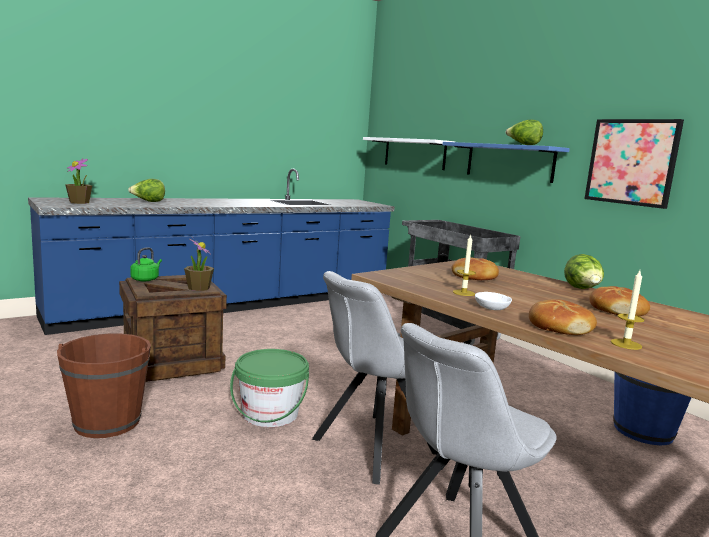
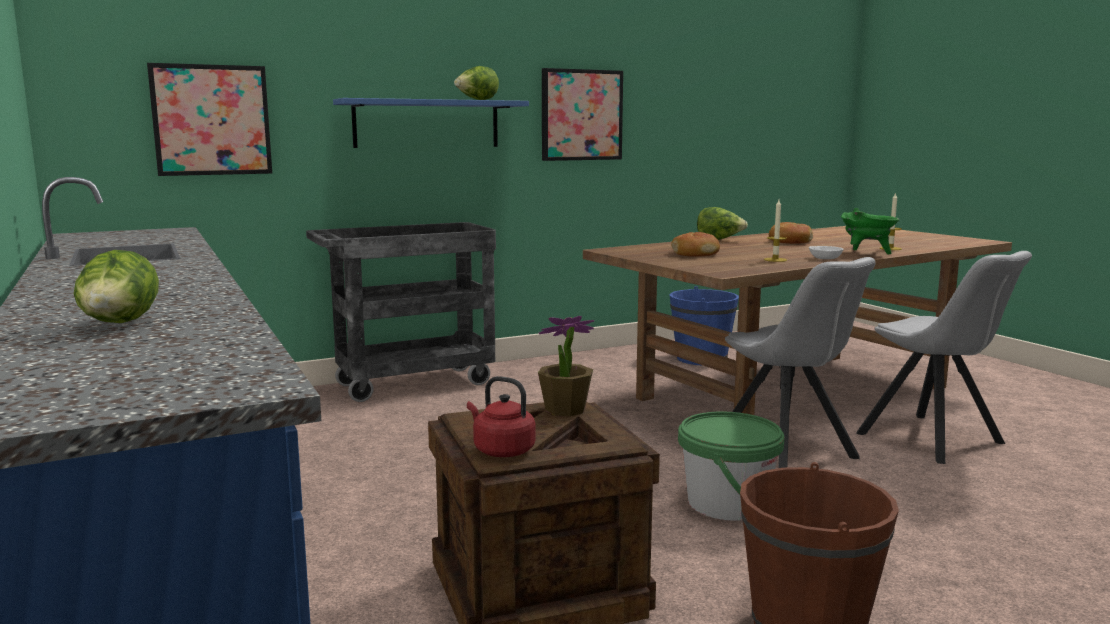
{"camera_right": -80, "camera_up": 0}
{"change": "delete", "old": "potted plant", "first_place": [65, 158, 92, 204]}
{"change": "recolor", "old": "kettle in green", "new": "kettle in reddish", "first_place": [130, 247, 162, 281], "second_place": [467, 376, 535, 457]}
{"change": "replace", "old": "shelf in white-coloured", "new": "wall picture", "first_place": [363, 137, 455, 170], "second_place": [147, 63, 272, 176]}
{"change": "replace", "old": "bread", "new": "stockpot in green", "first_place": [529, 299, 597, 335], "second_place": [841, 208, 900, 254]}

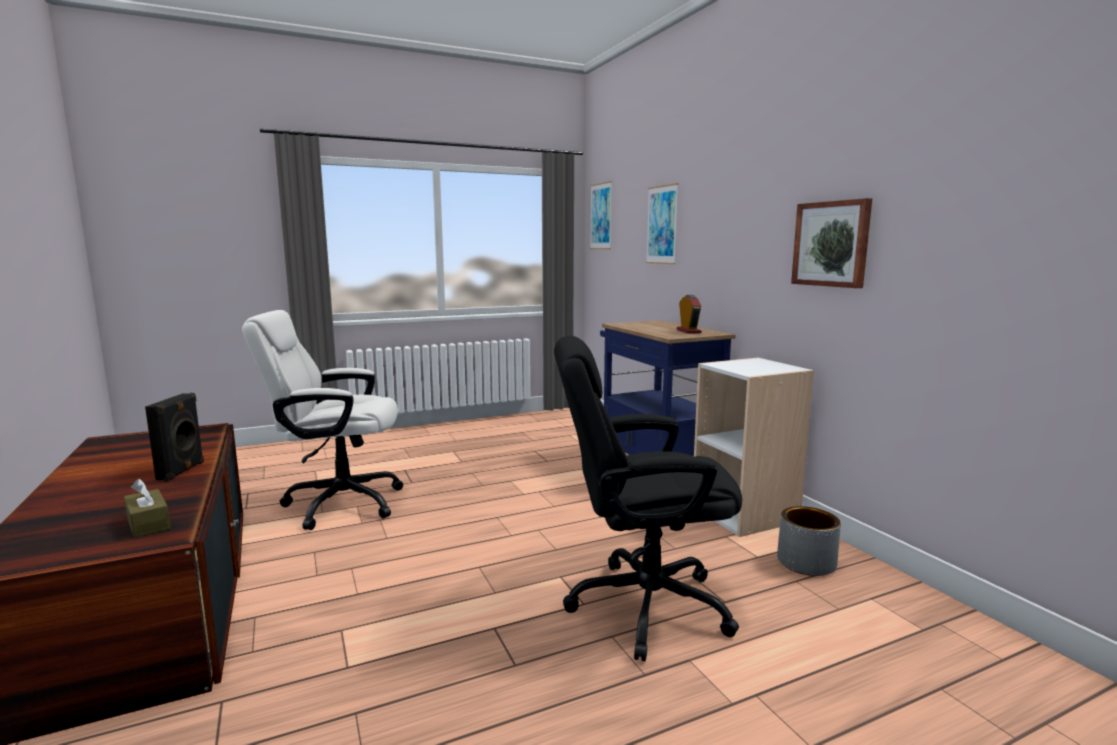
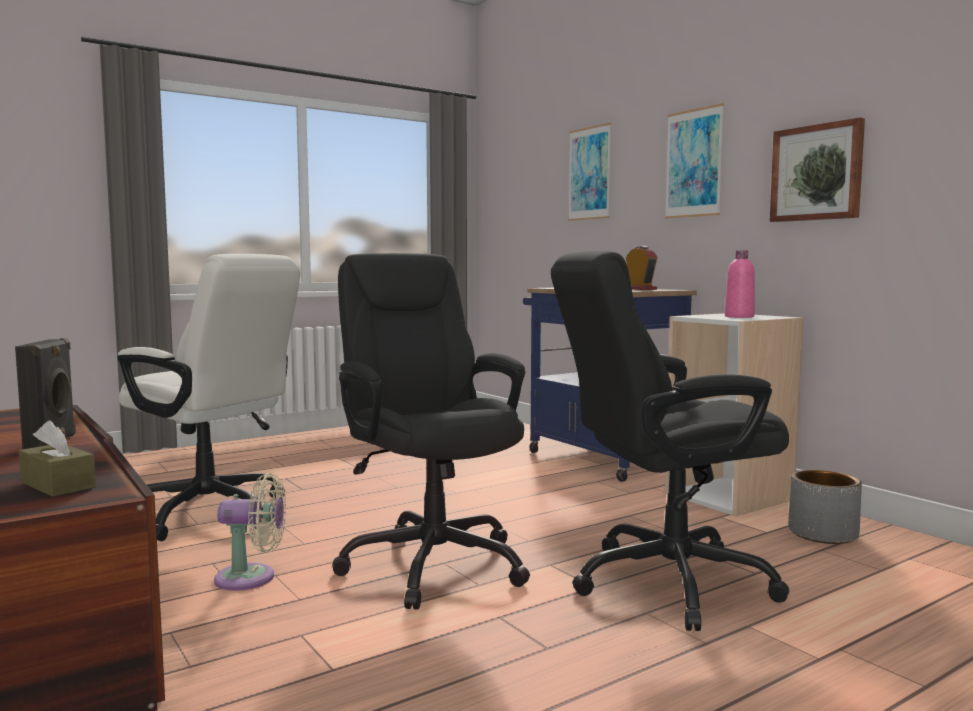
{"camera_right": -10, "camera_up": -5}
{"change": "rotate", "old": "office chair in white-coloured", "first_place": [242, 310, 403, 530], "second_place": [117, 254, 300, 541], "degrees": -135}
{"change": "move", "old": "wall picture", "first_place": [590, 181, 612, 249], "second_place": [665, 103, 724, 219]}
{"change": "insert", "new": "electric fan in sand-coloured", "second_place": [214, 473, 286, 591]}
{"change": "insert", "new": "office chair in black", "second_place": [332, 253, 530, 610]}
{"change": "insert", "new": "drink bottle in pink", "second_place": [725, 250, 755, 318]}

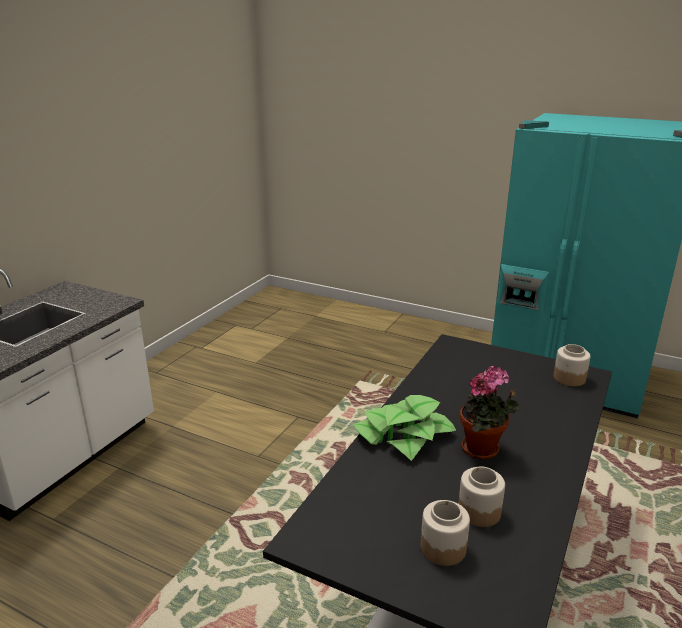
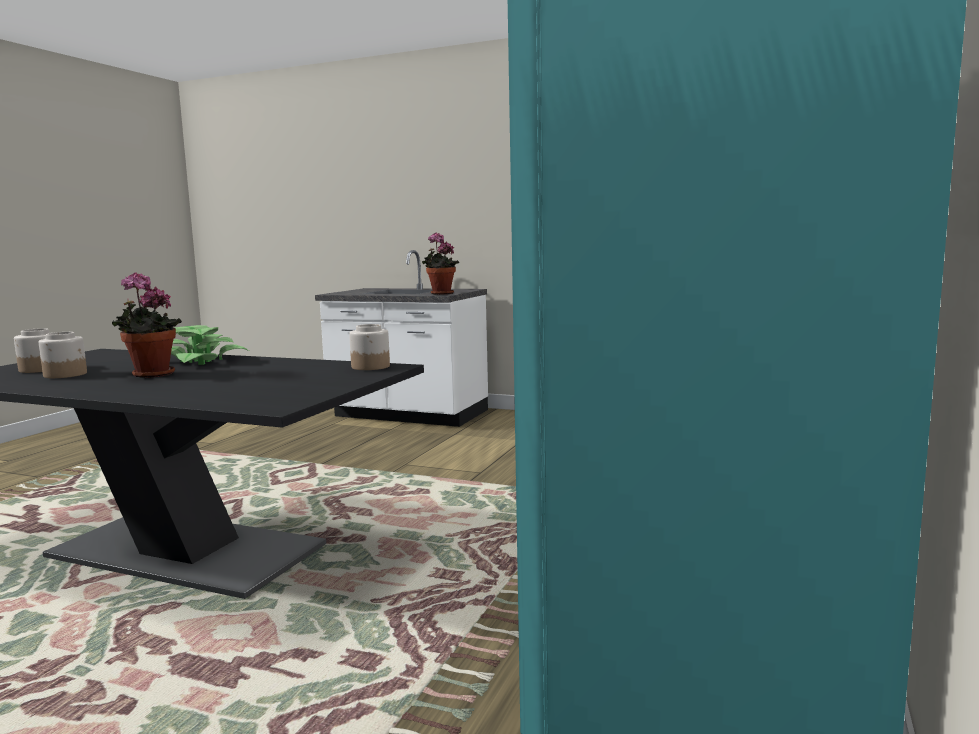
{"camera_right": 85, "camera_up": -15}
{"change": "move", "old": "jar", "first_place": [554, 344, 591, 386], "second_place": [349, 324, 390, 370]}
{"change": "insert", "new": "potted plant", "second_place": [422, 233, 459, 295]}

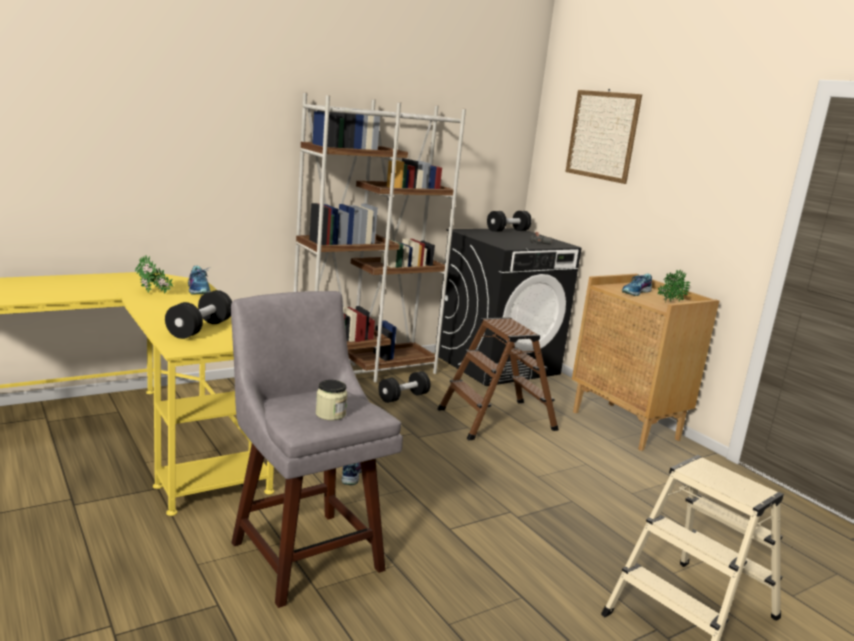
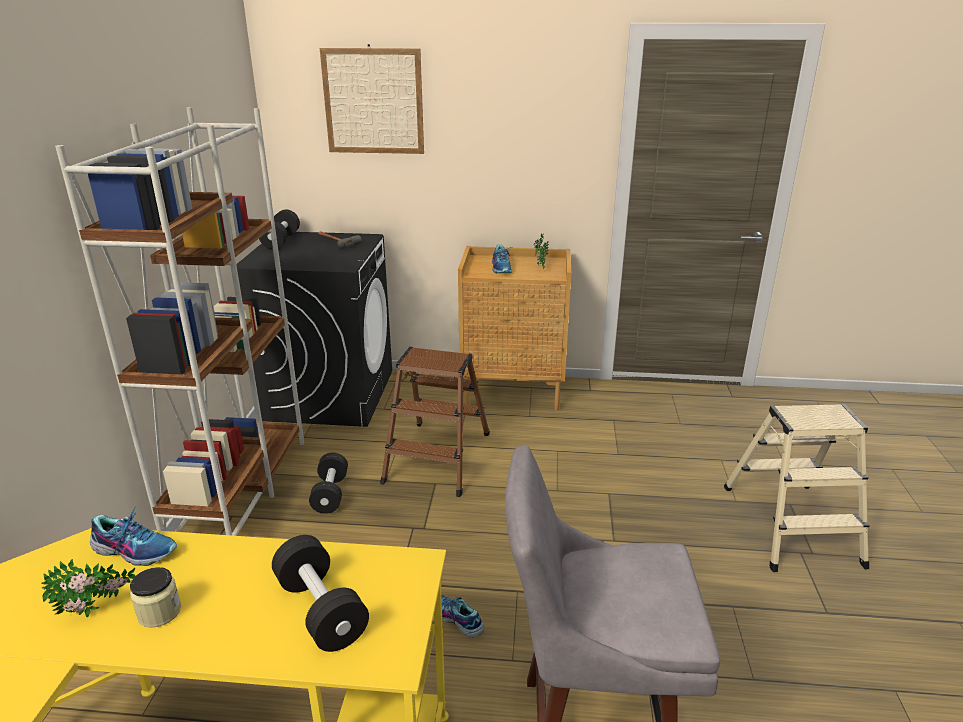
{"camera_right": -50, "camera_up": 10}
{"change": "move", "old": "jar", "first_place": [316, 380, 347, 421], "second_place": [130, 567, 181, 628]}

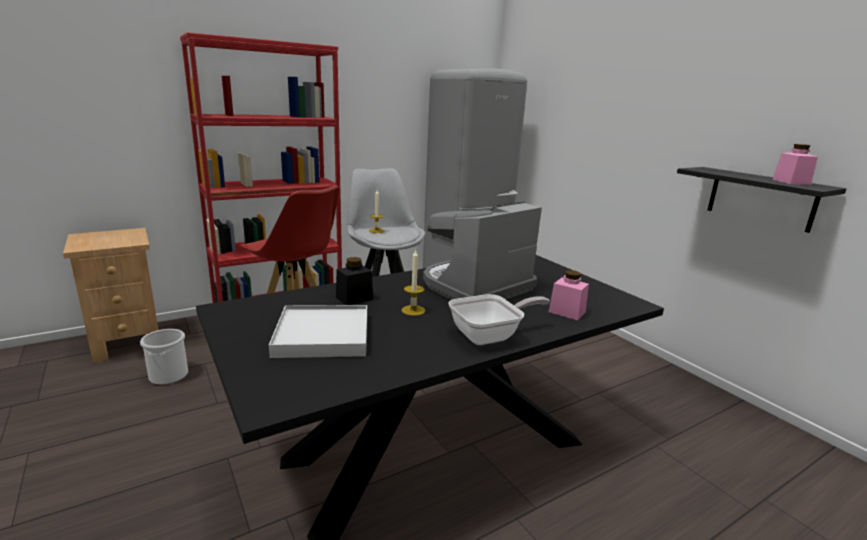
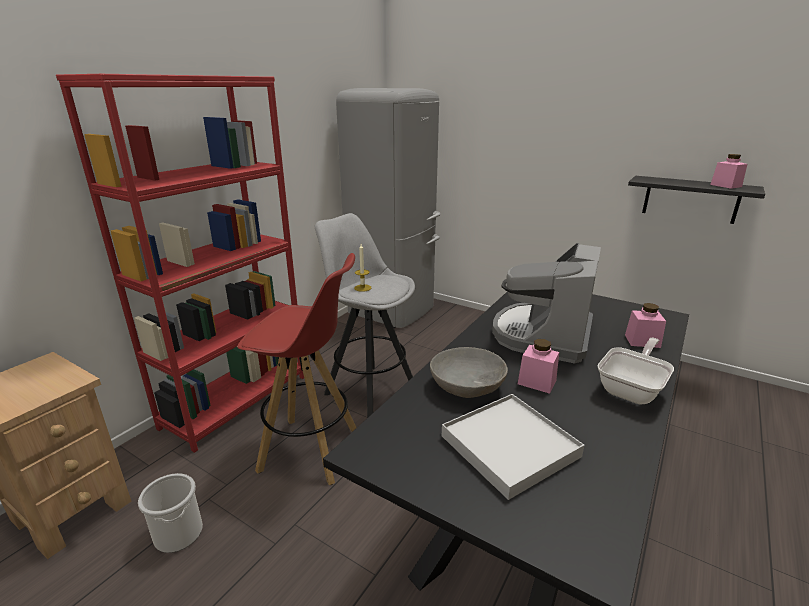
{"camera_right": -25, "camera_up": 5}
{"change": "replace", "old": "jar in black", "new": "bowl in greyish", "first_place": [336, 257, 373, 305], "second_place": [430, 347, 508, 398]}
{"change": "replace", "old": "candle", "new": "jar in pink", "first_place": [402, 249, 425, 316], "second_place": [518, 339, 559, 394]}

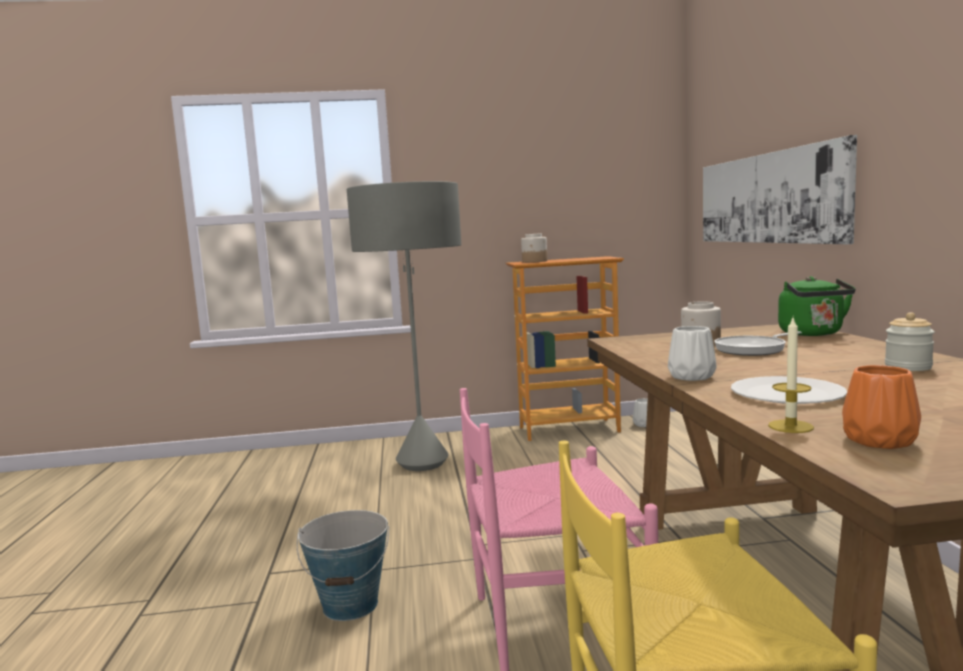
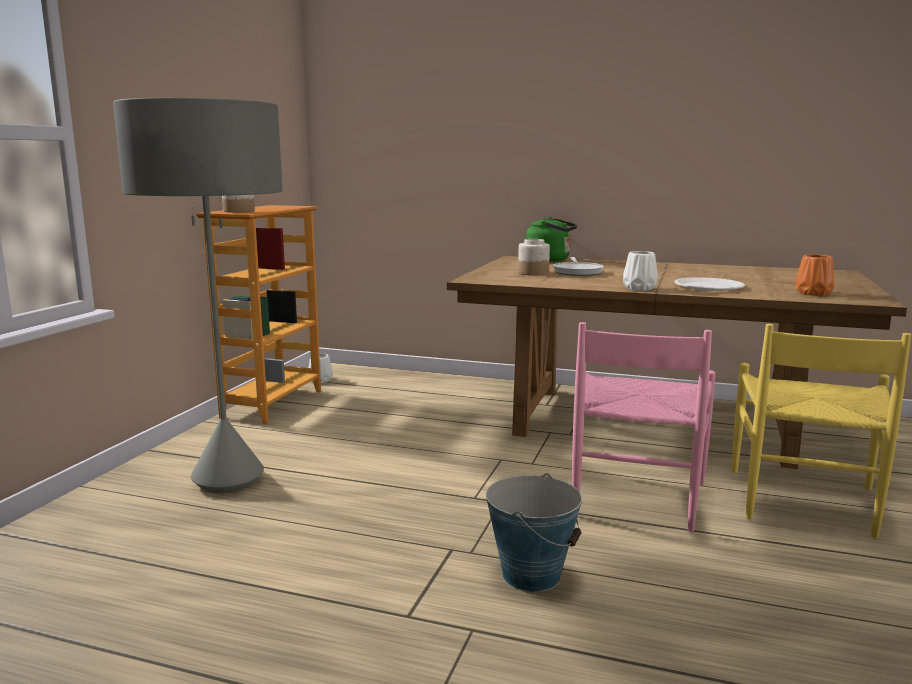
{"camera_right": -65, "camera_up": 5}
{"change": "delete", "old": "wall picture", "first_place": [703, 135, 857, 244]}
{"change": "delete", "old": "candle", "first_place": [768, 318, 814, 433]}
{"change": "delete", "old": "jar", "first_place": [885, 312, 935, 371]}

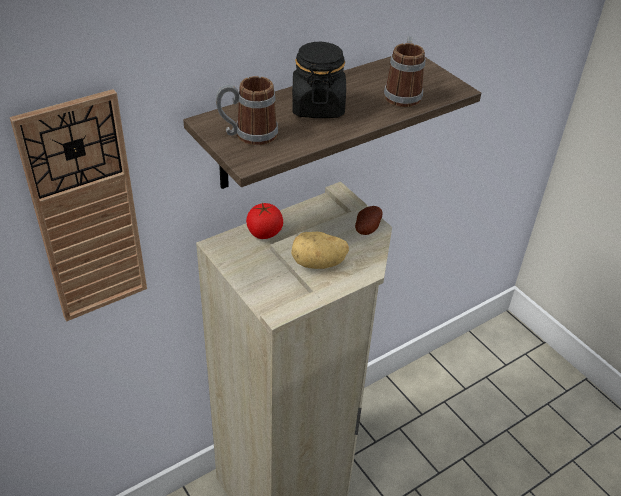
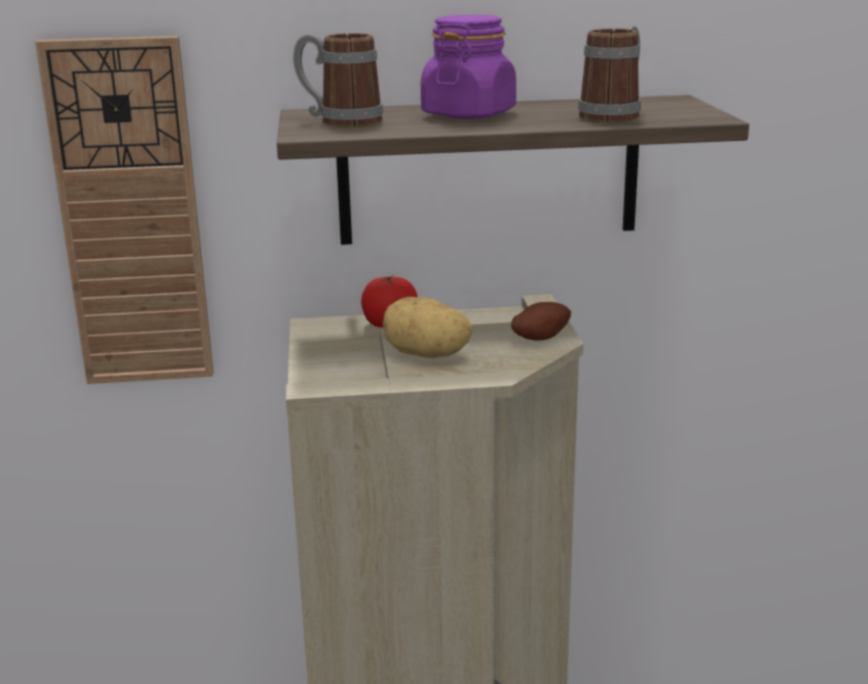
{"camera_right": 30, "camera_up": -20}
{"change": "recolor", "old": "jar in black", "new": "jar in purple", "first_place": [292, 42, 346, 118], "second_place": [421, 15, 516, 119]}

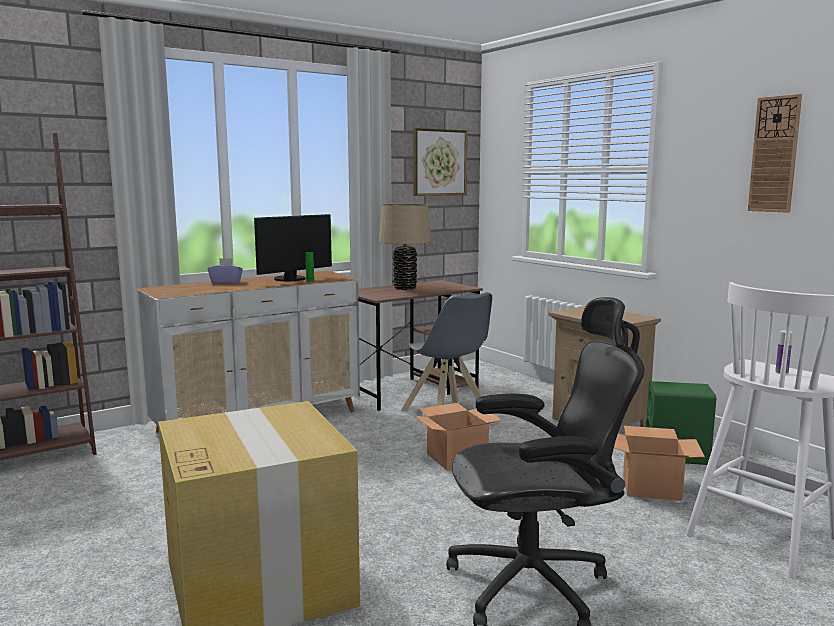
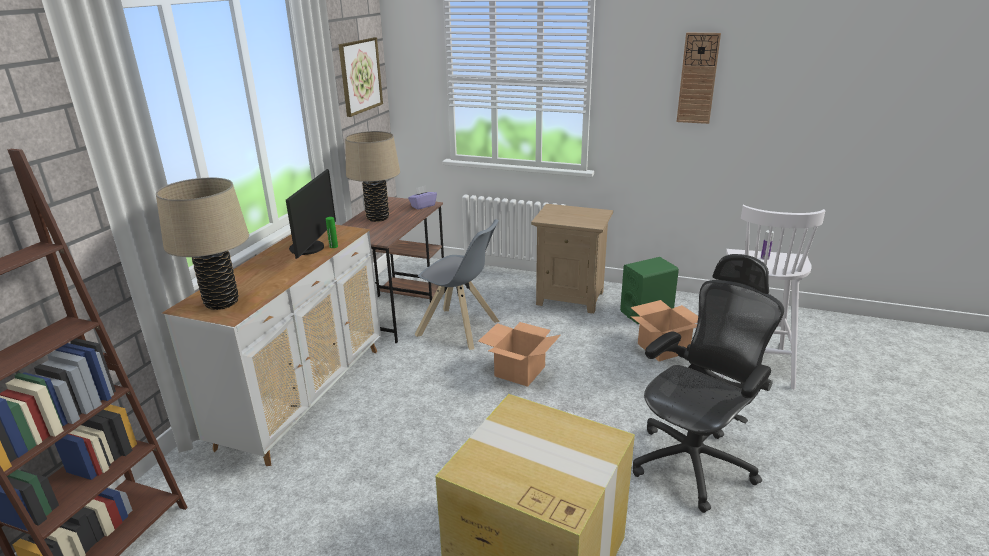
{"camera_right": -35, "camera_up": 15}
{"change": "move", "old": "tissue holder in purple", "first_place": [208, 258, 243, 284], "second_place": [408, 186, 437, 210]}
{"change": "insert", "new": "table lamp in sand-coloured", "second_place": [156, 178, 249, 310]}

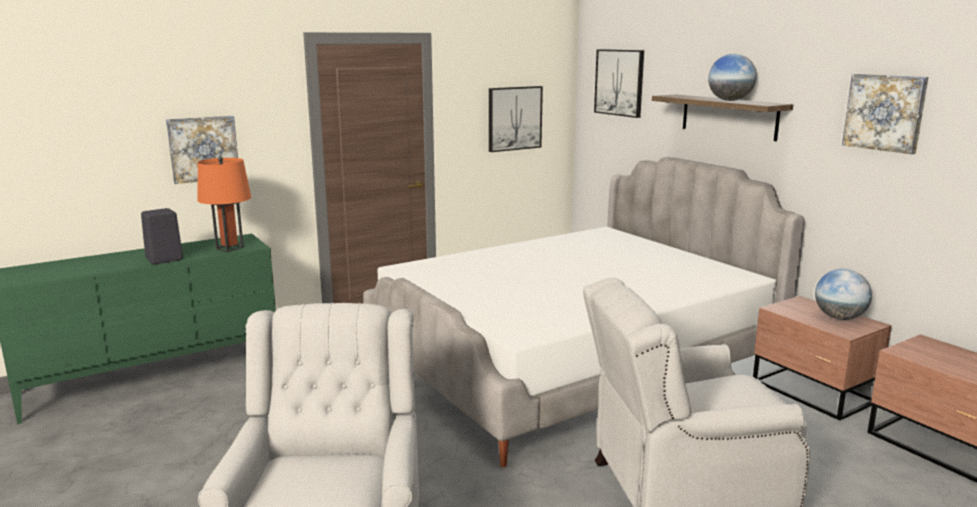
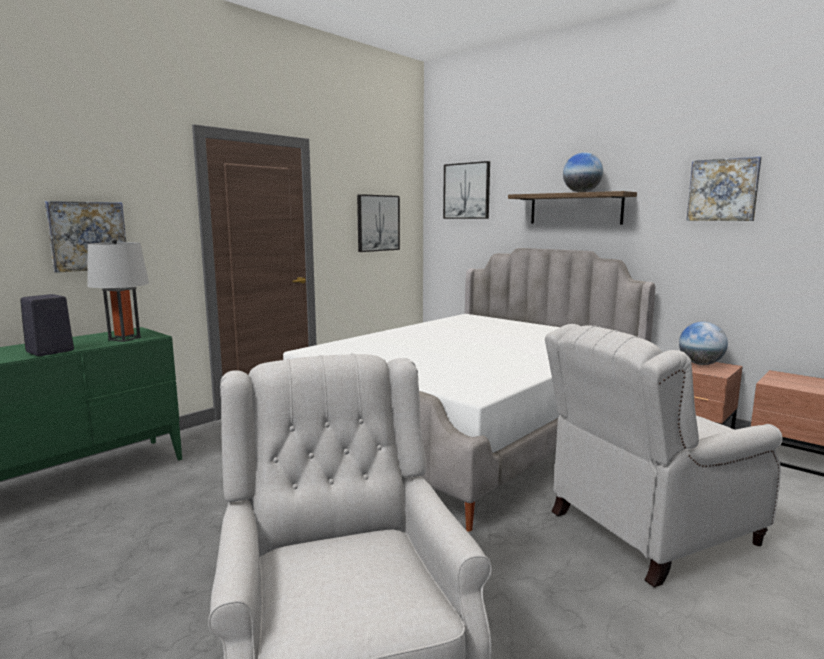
{"camera_right": -15, "camera_up": -5}
{"change": "recolor", "old": "table lamp in orange", "new": "table lamp in greyish", "first_place": [197, 156, 251, 252], "second_place": [87, 238, 149, 342]}

